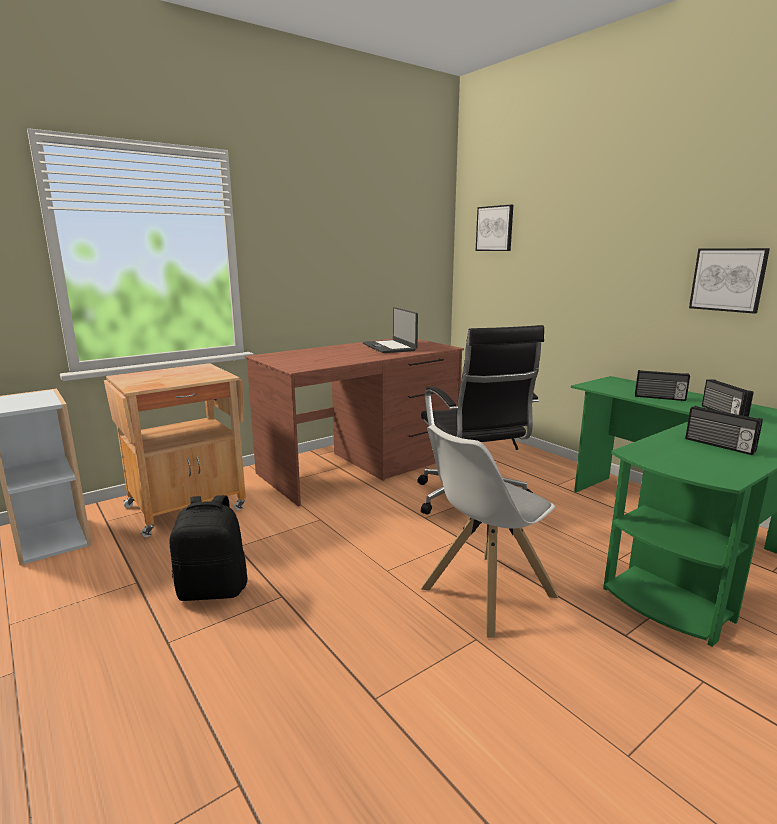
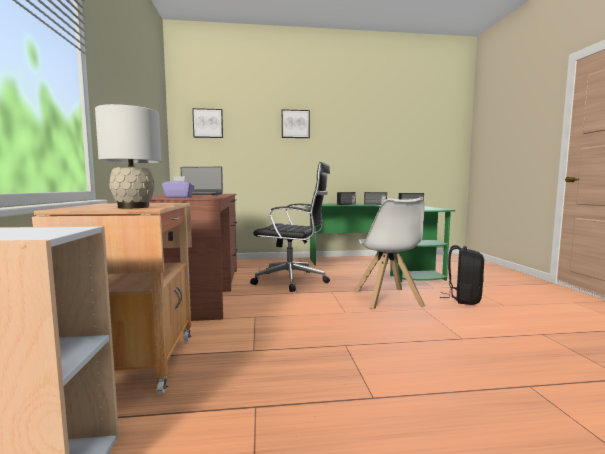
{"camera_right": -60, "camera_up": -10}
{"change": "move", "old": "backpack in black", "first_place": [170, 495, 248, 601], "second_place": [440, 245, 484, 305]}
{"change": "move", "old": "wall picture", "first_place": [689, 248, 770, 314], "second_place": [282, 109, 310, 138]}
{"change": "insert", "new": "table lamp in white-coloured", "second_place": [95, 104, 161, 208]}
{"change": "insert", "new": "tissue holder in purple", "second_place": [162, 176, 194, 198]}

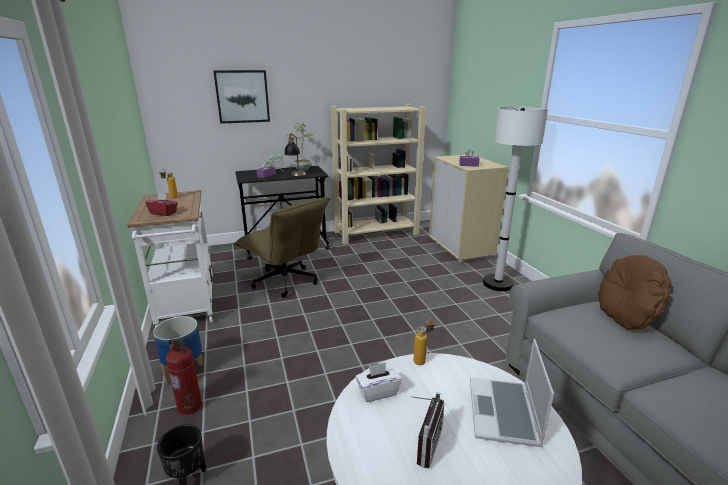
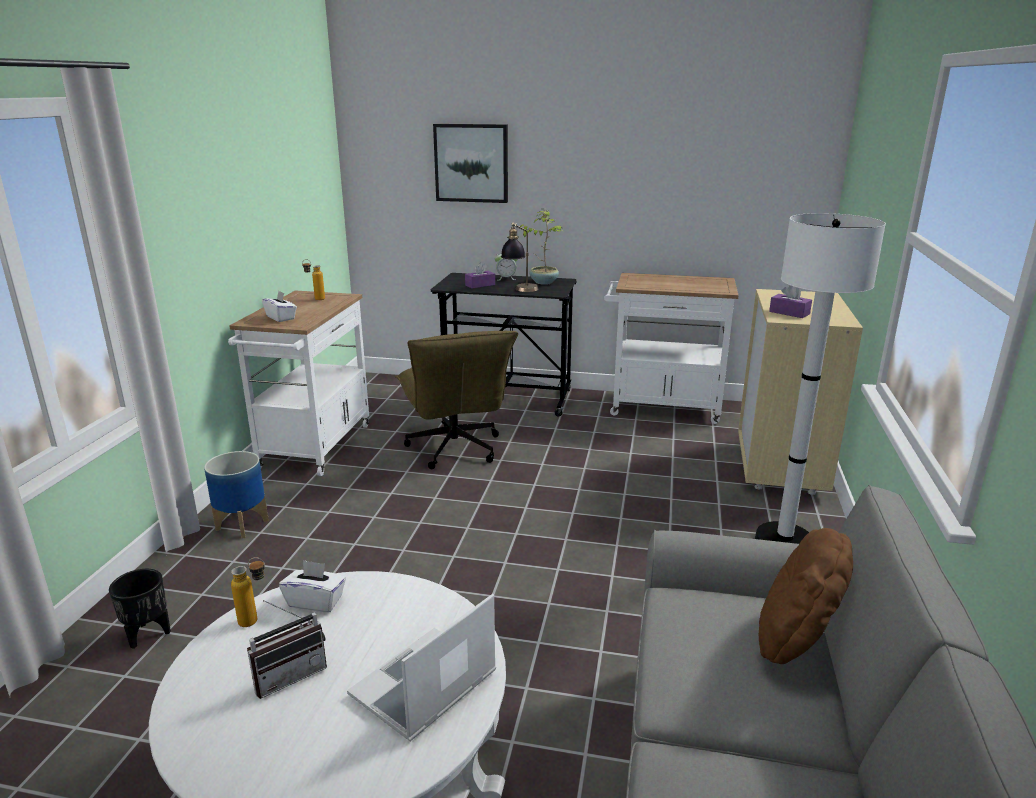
{"camera_right": 30, "camera_up": 0}
{"change": "recolor", "old": "tissue holder in reddish", "new": "tissue holder in white-coloured", "first_place": [145, 193, 178, 216], "second_place": [262, 291, 297, 322]}
{"change": "delete", "old": "fire extinguisher", "first_place": [166, 338, 202, 415]}
{"change": "replace", "old": "bookcase in sand-coloured", "new": "trolley in white-coloured", "first_place": [331, 104, 426, 244], "second_place": [604, 273, 739, 424]}
{"change": "move", "old": "drink bottle", "first_place": [414, 317, 435, 365], "second_place": [231, 557, 265, 627]}

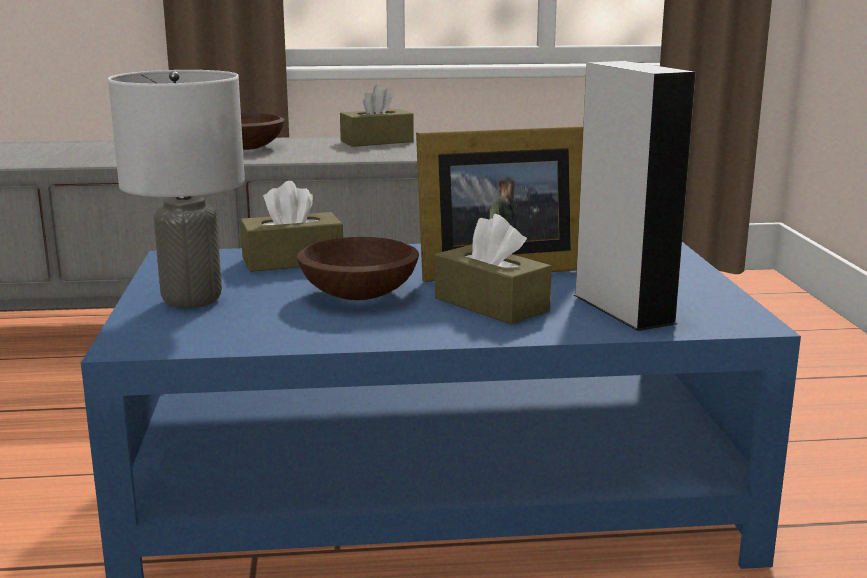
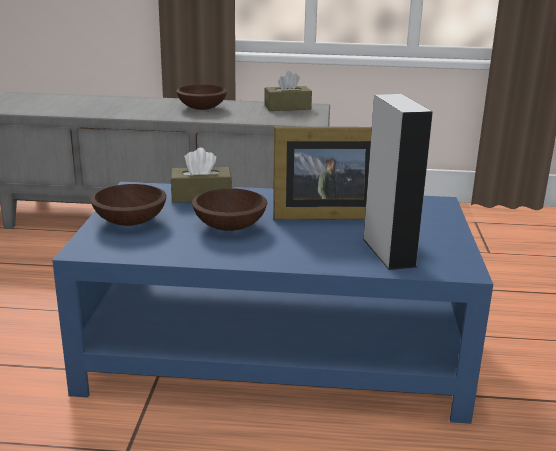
{"camera_right": 10, "camera_up": 5}
{"change": "replace", "old": "table lamp in white-coloured", "new": "bowl in brown-coloured", "first_place": [108, 70, 245, 308], "second_place": [90, 184, 166, 226]}
{"change": "delete", "old": "tissue holder in brown-coloured", "first_place": [435, 214, 552, 324]}

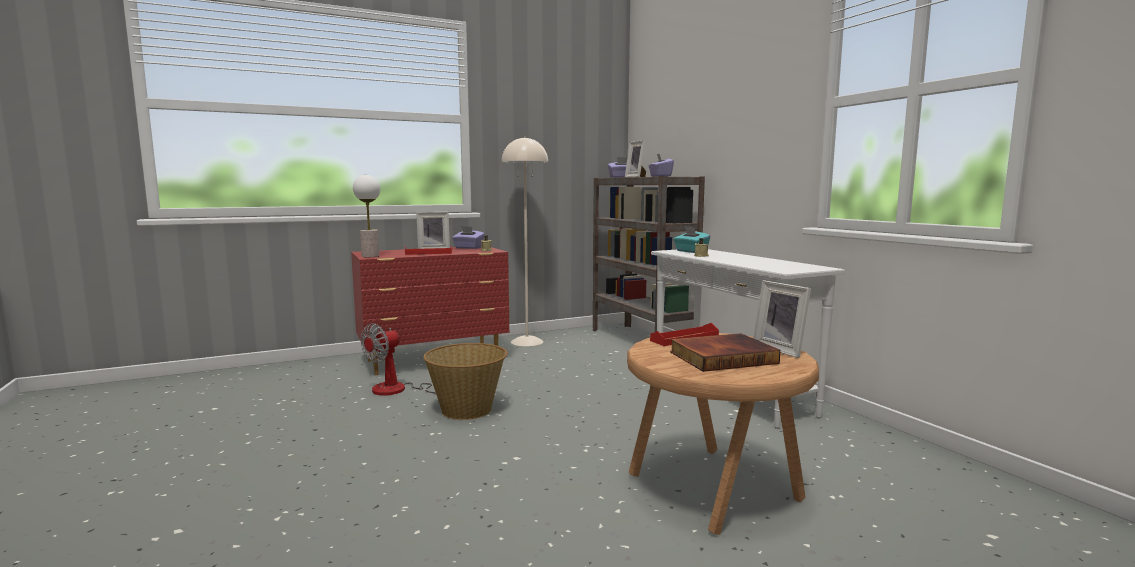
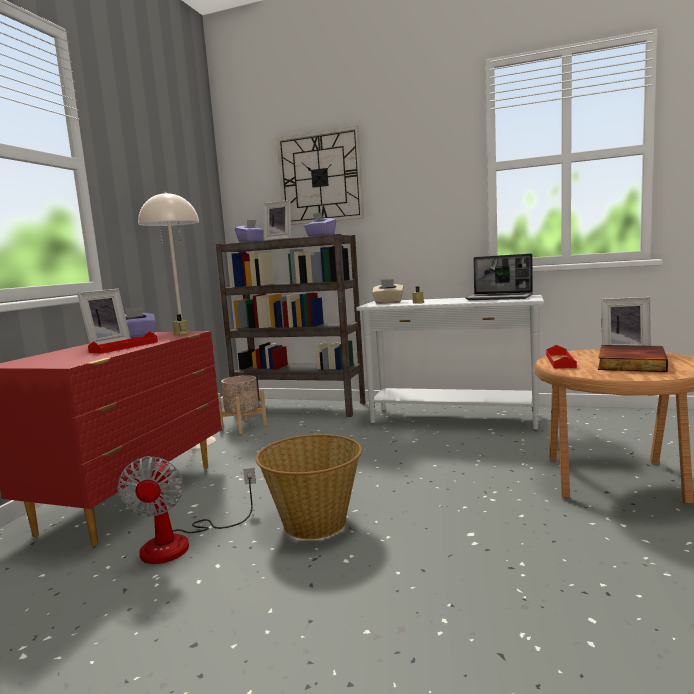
{"camera_right": -45, "camera_up": 0}
{"change": "delete", "old": "table lamp", "first_place": [353, 175, 380, 257]}
{"change": "recolor", "old": "tissue holder in turquoise", "new": "tissue holder in sand-coloured", "first_place": [674, 227, 710, 253], "second_place": [372, 279, 404, 304]}
{"change": "insert", "new": "planter in sand-coloured", "second_place": [218, 375, 267, 434]}
{"change": "insert", "new": "wall clock", "second_place": [276, 126, 364, 225]}
{"change": "insert", "new": "laptop", "second_place": [465, 254, 533, 300]}

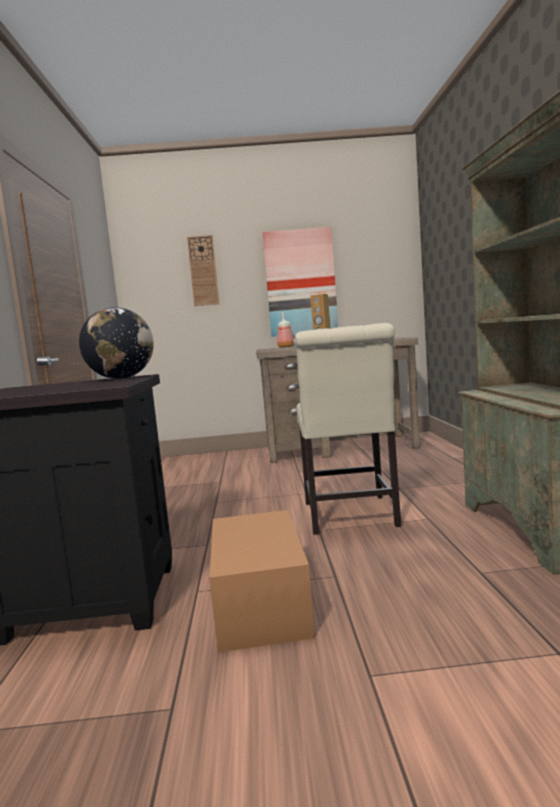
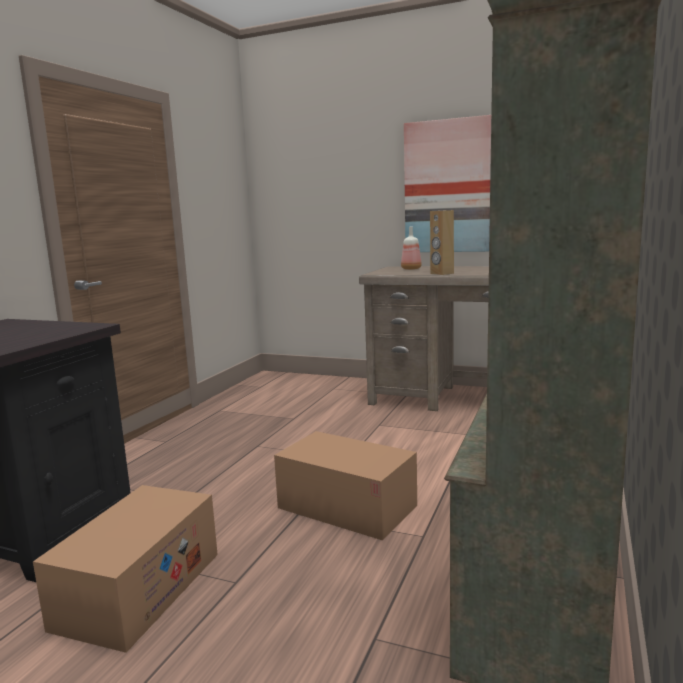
{"camera_right": 25, "camera_up": 5}
{"change": "delete", "old": "desk globe", "first_place": [79, 307, 154, 379]}
{"change": "delete", "old": "wall clock", "first_place": [187, 235, 220, 306]}
{"change": "replace", "old": "chair in sand-coloured", "new": "carton", "first_place": [295, 323, 402, 535], "second_place": [274, 431, 417, 540]}

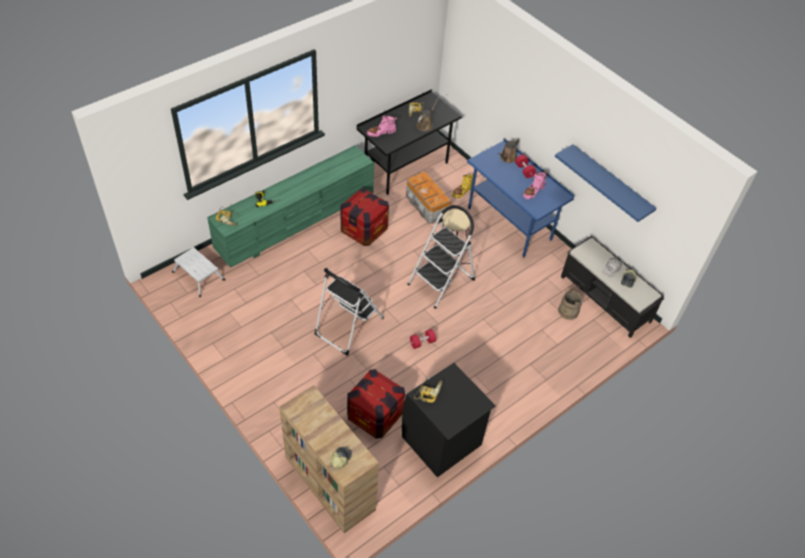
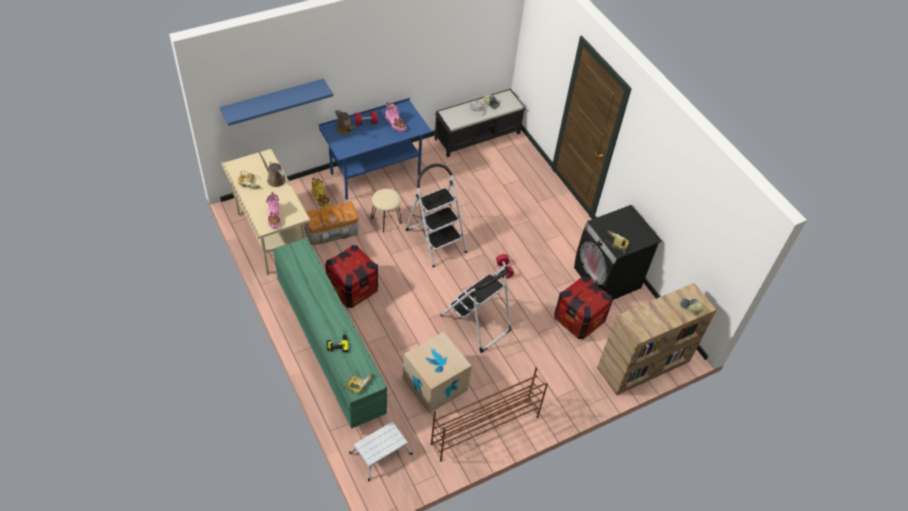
{"camera_right": -80, "camera_up": 0}
{"change": "recolor", "old": "desk table in black", "new": "desk table in sand-coloured", "first_place": [357, 89, 462, 195], "second_place": [221, 149, 311, 274]}
{"change": "move", "old": "shelf in blue-coloured", "first_place": [555, 144, 656, 222], "second_place": [220, 79, 333, 126]}
{"change": "delete", "old": "pail in sand-coloured", "first_place": [558, 288, 582, 320]}
{"change": "insert", "new": "carton", "second_place": [403, 332, 472, 414]}
{"change": "insert", "new": "shoe rack in brown-coloured", "second_place": [431, 367, 548, 462]}

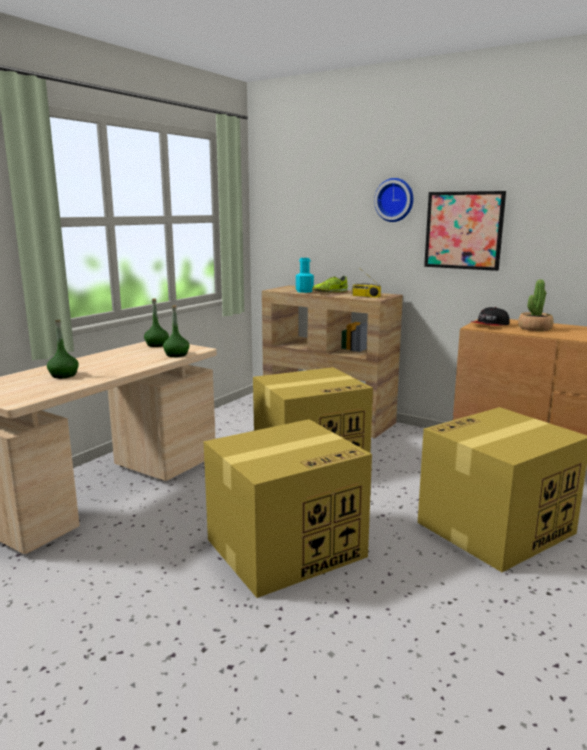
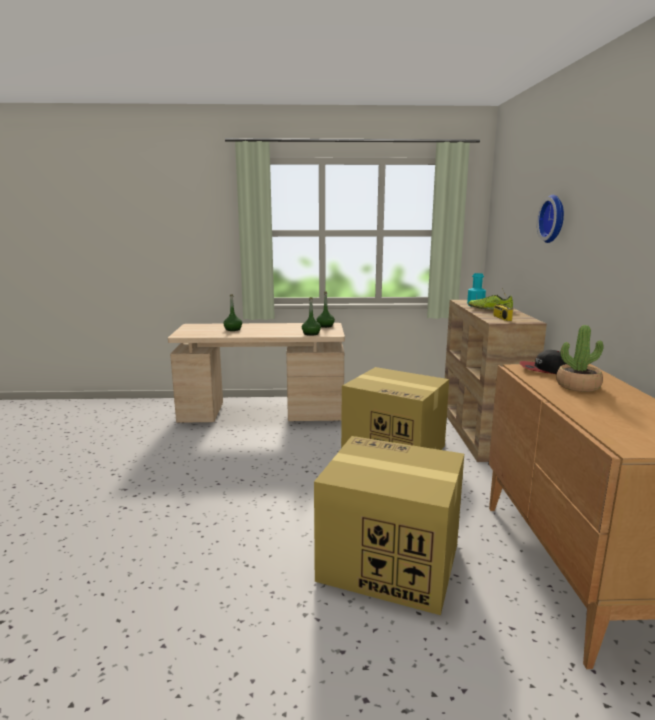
{"camera_right": 55, "camera_up": 0}
{"change": "delete", "old": "carton", "first_place": [203, 419, 372, 598]}
{"change": "delete", "old": "wall picture", "first_place": [424, 191, 506, 271]}

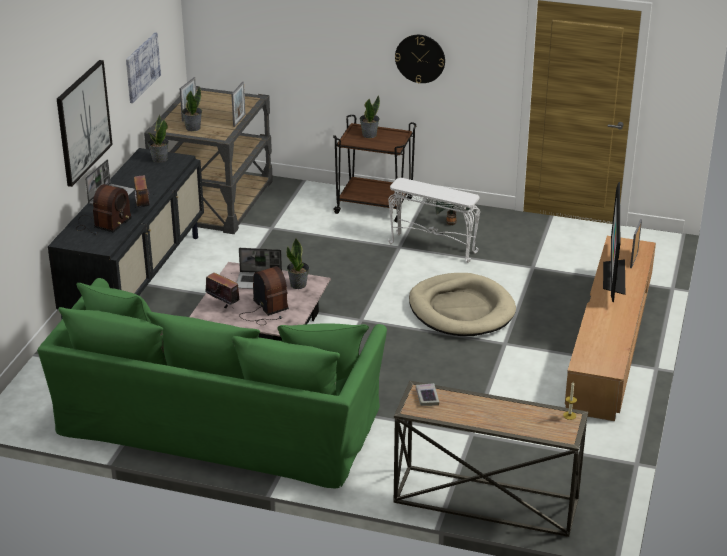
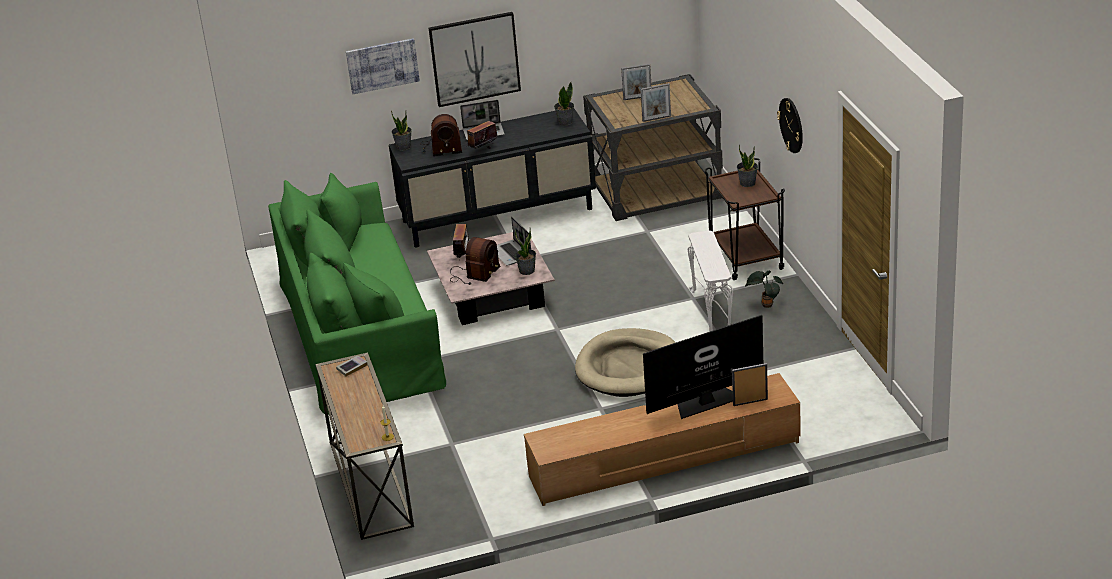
{"camera_right": 60, "camera_up": 0}
{"change": "move", "old": "wall picture", "first_place": [126, 33, 161, 103], "second_place": [346, 38, 420, 94]}
{"change": "move", "old": "potted plant", "first_place": [182, 87, 202, 131], "second_place": [391, 110, 412, 151]}

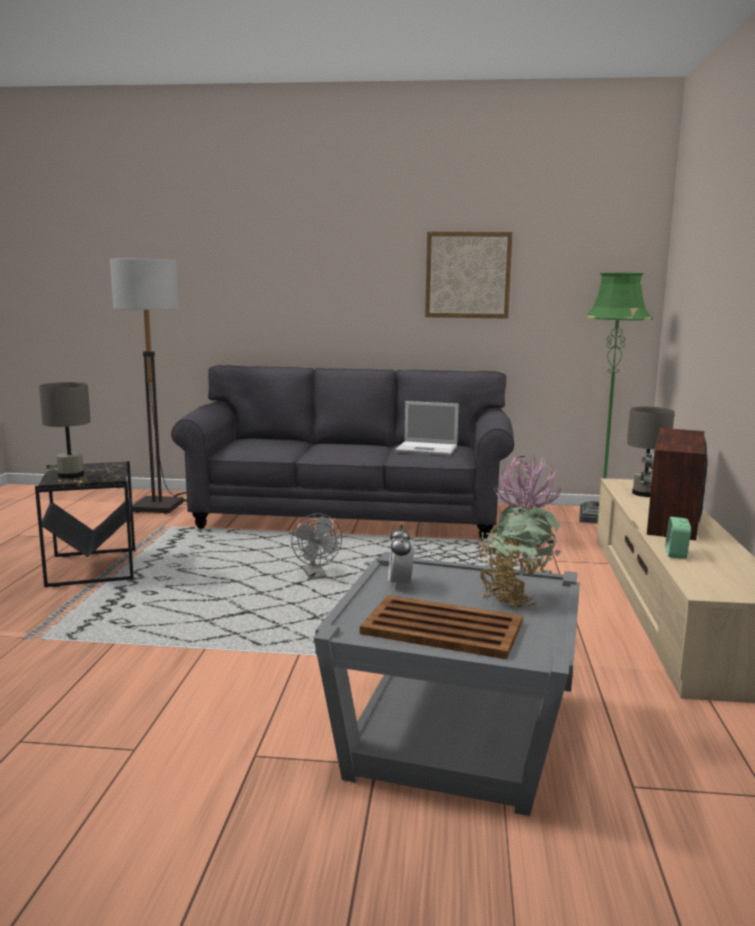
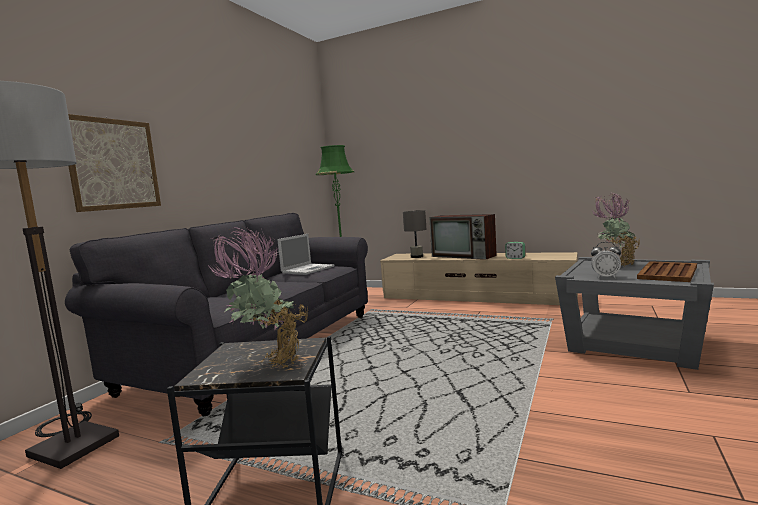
{"camera_right": -70, "camera_up": -5}
{"change": "replace", "old": "table lamp in greyish", "new": "potted plant", "first_place": [39, 382, 90, 479], "second_place": [209, 227, 308, 369]}
{"change": "delete", "old": "electric fan in greyish", "first_place": [291, 514, 342, 579]}
{"change": "move", "old": "wall picture", "first_place": [425, 231, 513, 319], "second_place": [68, 114, 161, 212]}

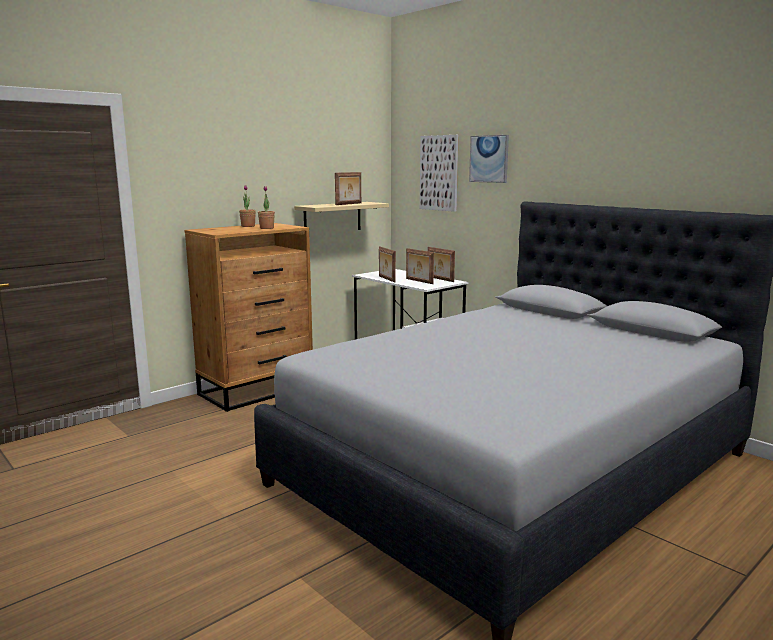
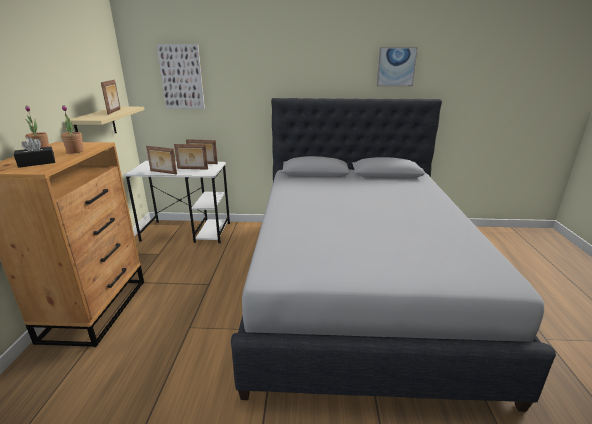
{"camera_right": -45, "camera_up": 10}
{"change": "move", "old": "wall picture", "first_place": [469, 135, 509, 183], "second_place": [377, 47, 418, 86]}
{"change": "insert", "new": "tissue holder in black", "second_place": [14, 137, 55, 168]}

